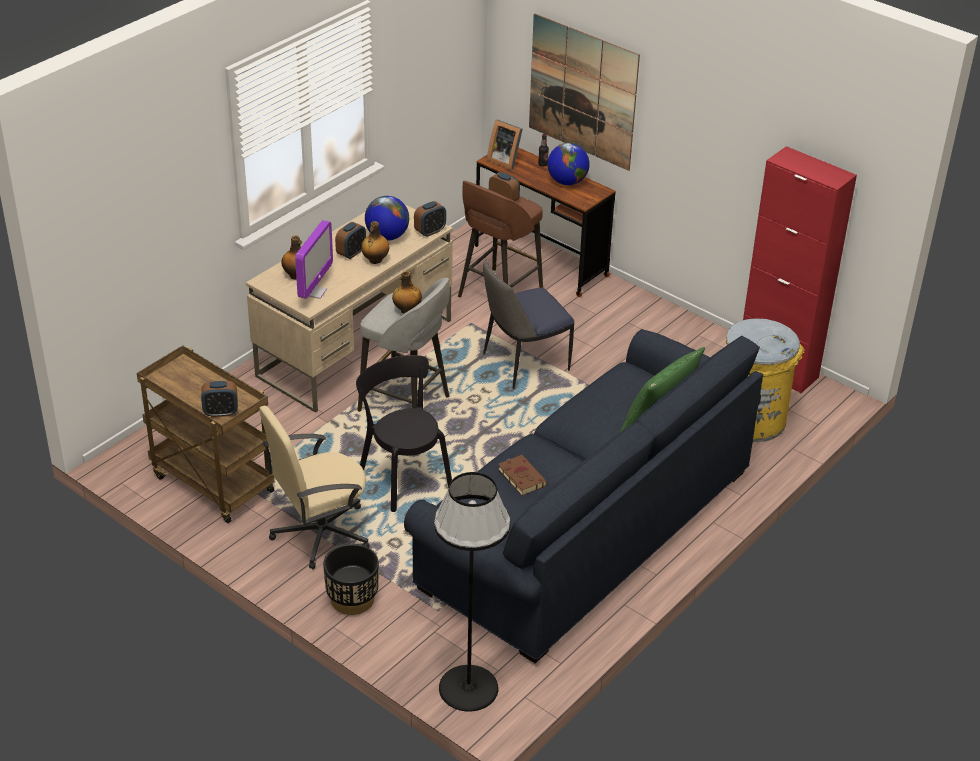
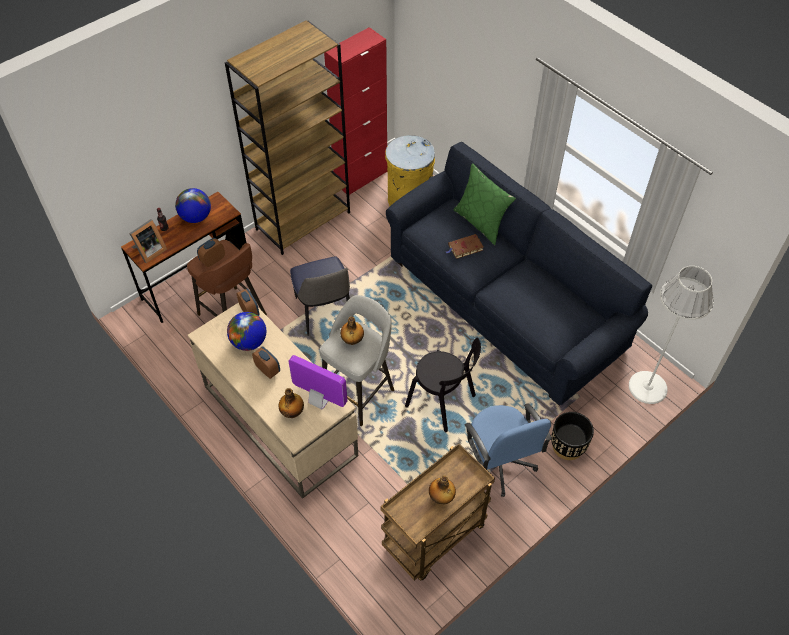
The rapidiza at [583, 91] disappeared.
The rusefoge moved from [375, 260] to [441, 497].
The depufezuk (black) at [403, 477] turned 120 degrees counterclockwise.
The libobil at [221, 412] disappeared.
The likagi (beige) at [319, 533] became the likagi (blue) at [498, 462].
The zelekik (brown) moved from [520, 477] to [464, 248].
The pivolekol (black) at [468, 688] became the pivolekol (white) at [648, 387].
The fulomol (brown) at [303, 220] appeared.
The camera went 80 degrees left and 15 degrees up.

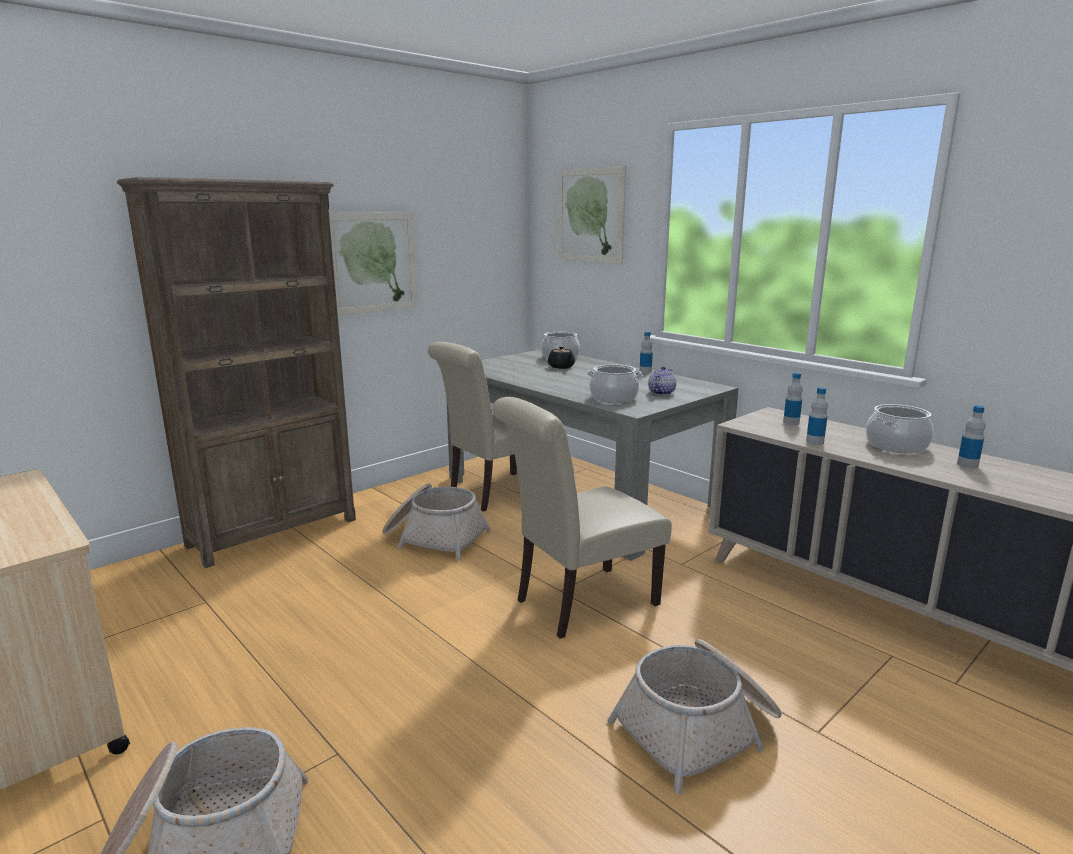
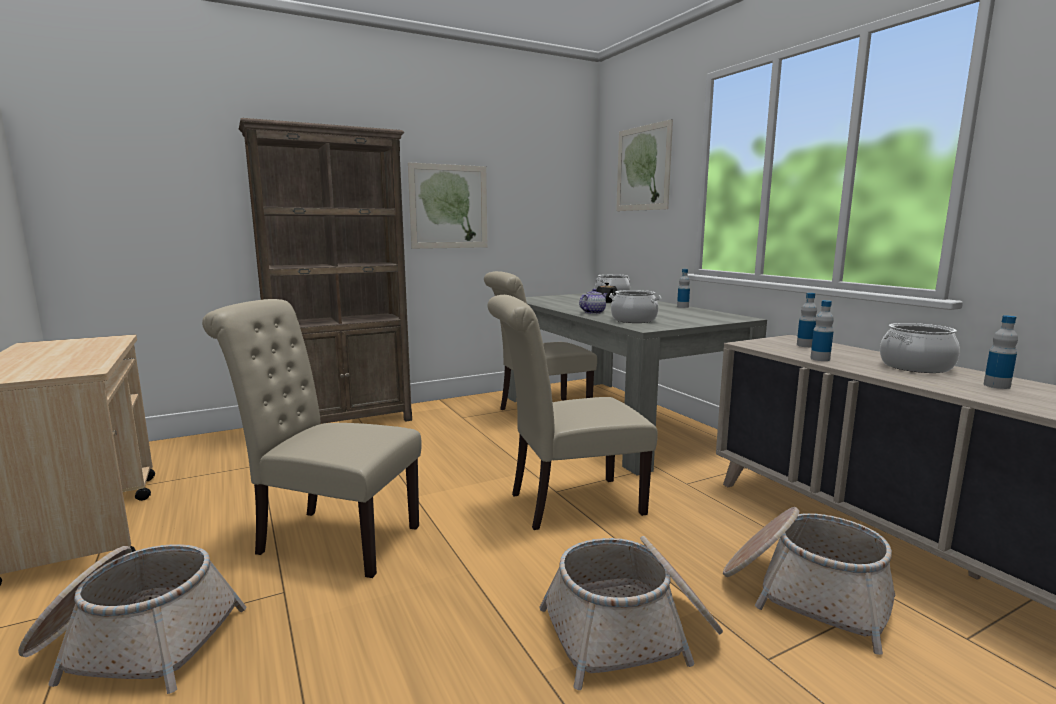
The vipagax moved from [661, 393] to [593, 312].
The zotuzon moved from [434, 538] to [804, 594].
The depufezuk (beige) at [330, 539] appeared.
The camera went 15 degrees right and 5 degrees down.

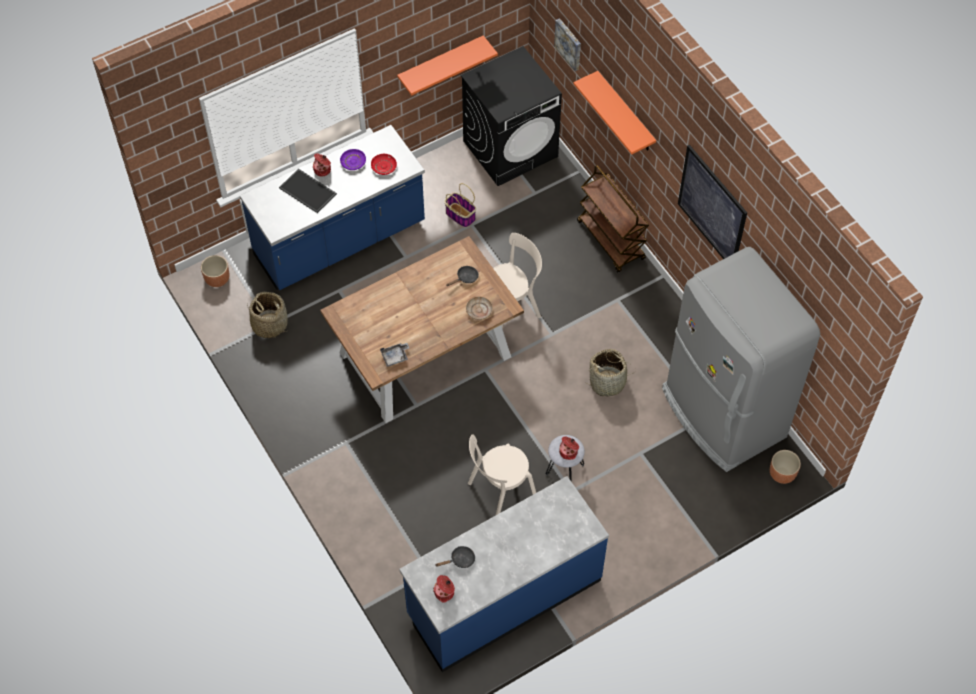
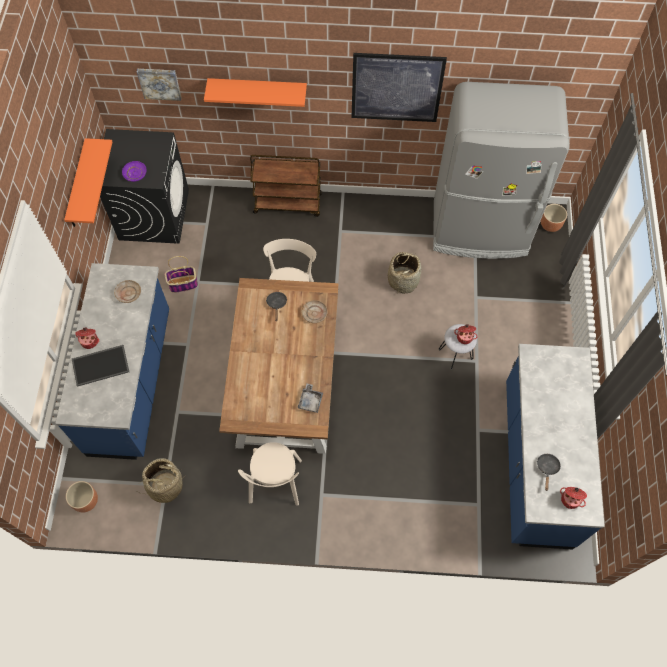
The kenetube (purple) moved from [353, 162] to [135, 173].
The kenetube (red) at [384, 166] became the kenetube (beige) at [128, 293].
The depufezuk (beige) moved from [499, 492] to [275, 484].
The camera went 55 degrees left and 5 degrees up.

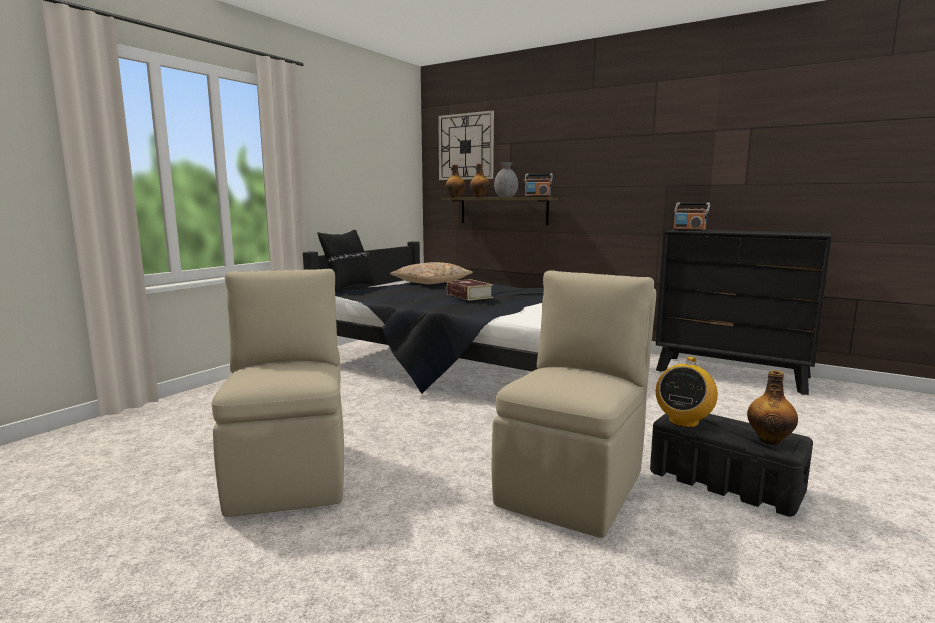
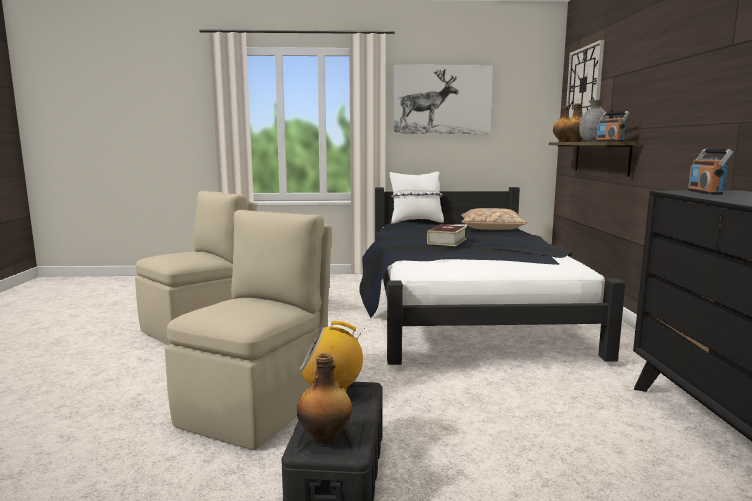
The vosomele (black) at [348, 287] became the vosomele (white) at [416, 222].
The depufezuk (beige) at [573, 486] turned 60 degrees counterclockwise.
The rapidiza at [442, 100] appeared.
The camera went 55 degrees right and 0 degrees up.

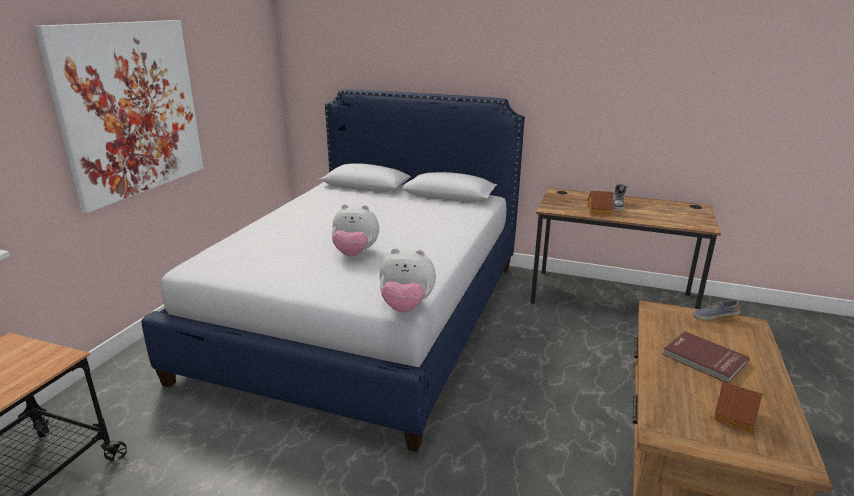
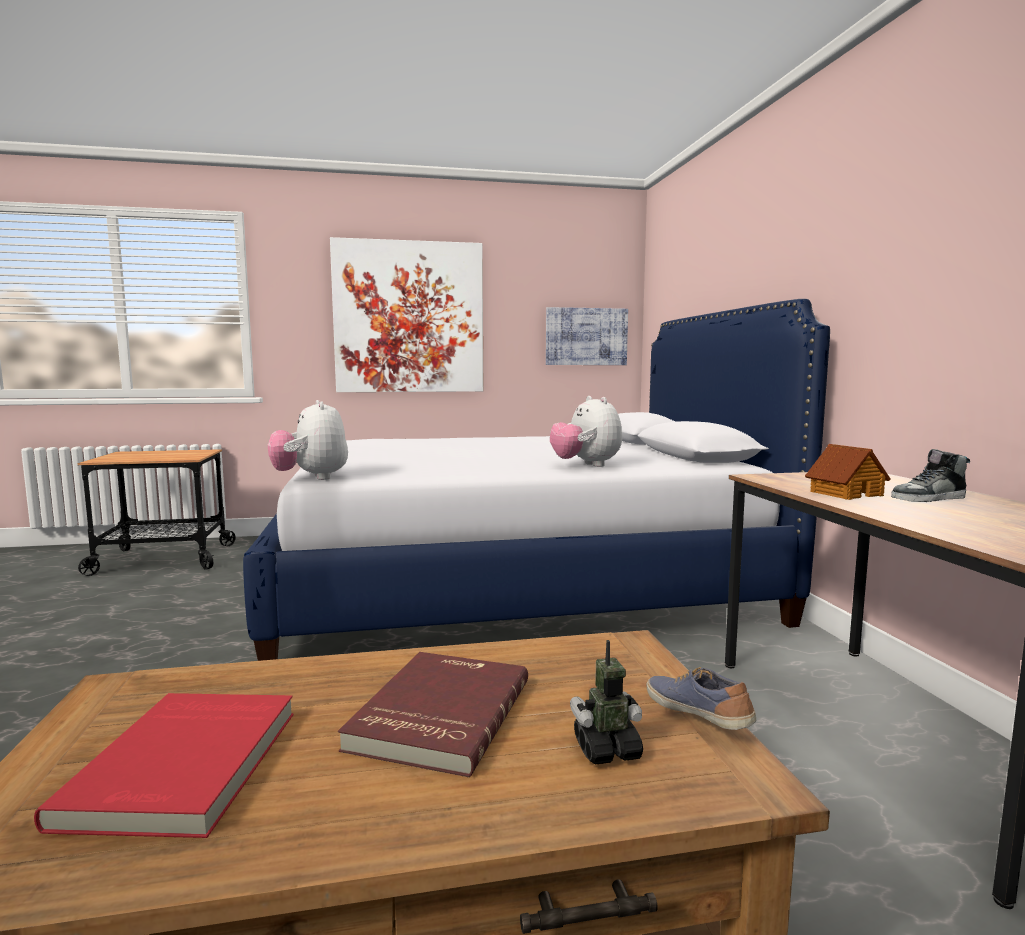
The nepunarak moved from [355, 254] to [586, 465].
The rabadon at [733, 415] was replaced by the zelekik (red) at [188, 765].
The rapidiza at [586, 336] appeared.
The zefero at [607, 749] appeared.
The camera went 60 degrees right and 15 degrees down.

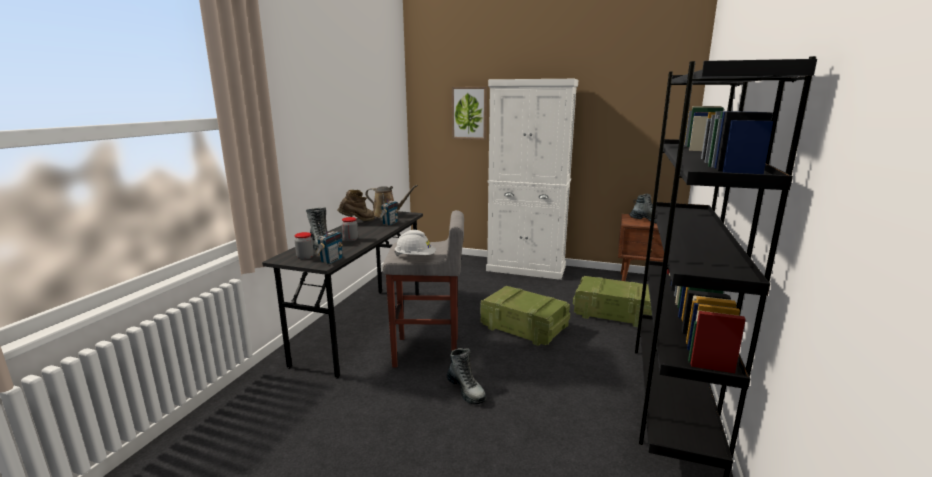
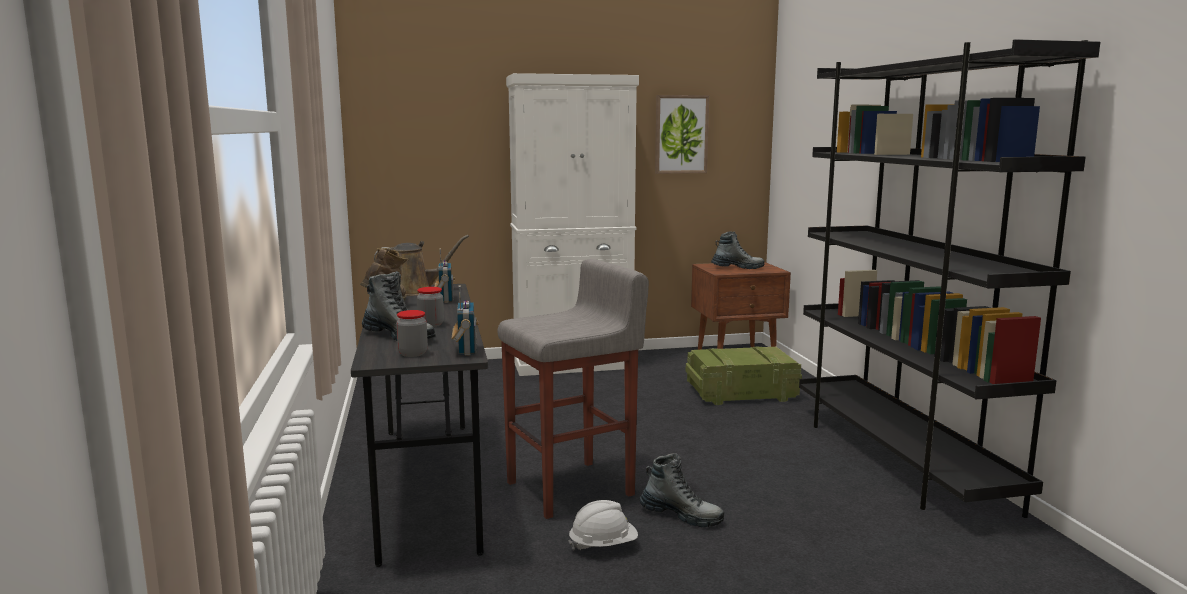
The rapidiza moved from [469, 113] to [681, 134].
The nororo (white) moved from [415, 257] to [603, 545].
The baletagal at [522, 328] disappeared.
The camera went 30 degrees left and 5 degrees down.

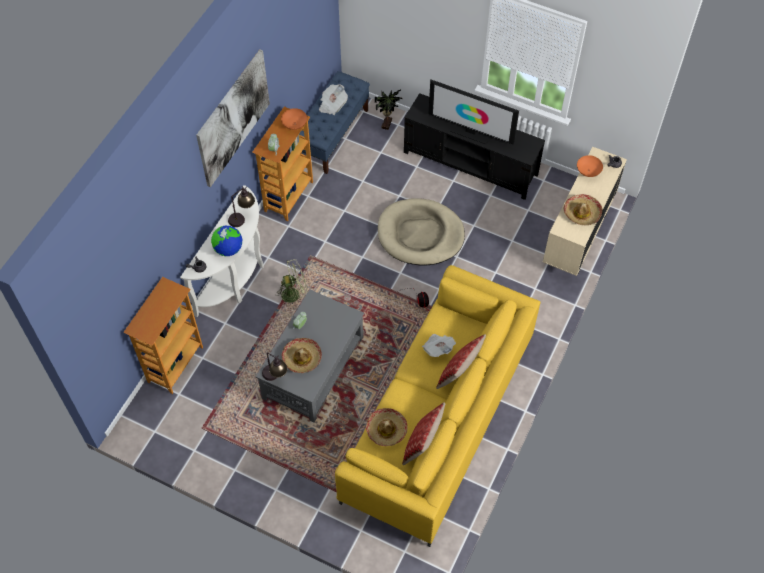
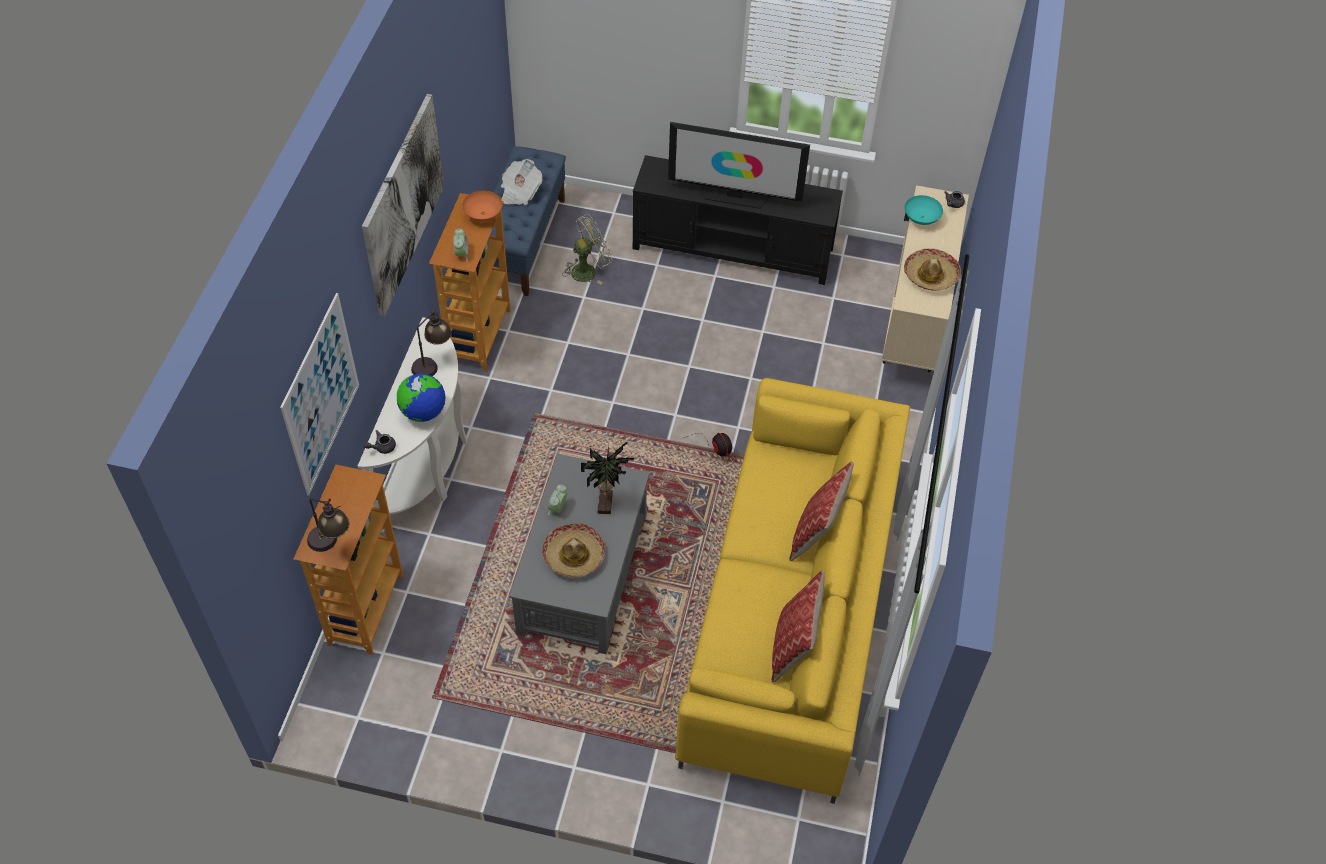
The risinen moved from [387, 124] to [607, 503].
The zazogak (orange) at [588, 171] became the zazogak (turquoise) at [921, 218].
The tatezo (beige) at [420, 234] disappeared.
The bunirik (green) moved from [294, 293] to [588, 270].
The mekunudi at [438, 348] disappeared.
The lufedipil moved from [275, 377] to [331, 544].
The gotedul at [386, 430] disappeared.
The rapidiza at [321, 395] appeared.
The camera went 15 degrees left and 5 degrees down.

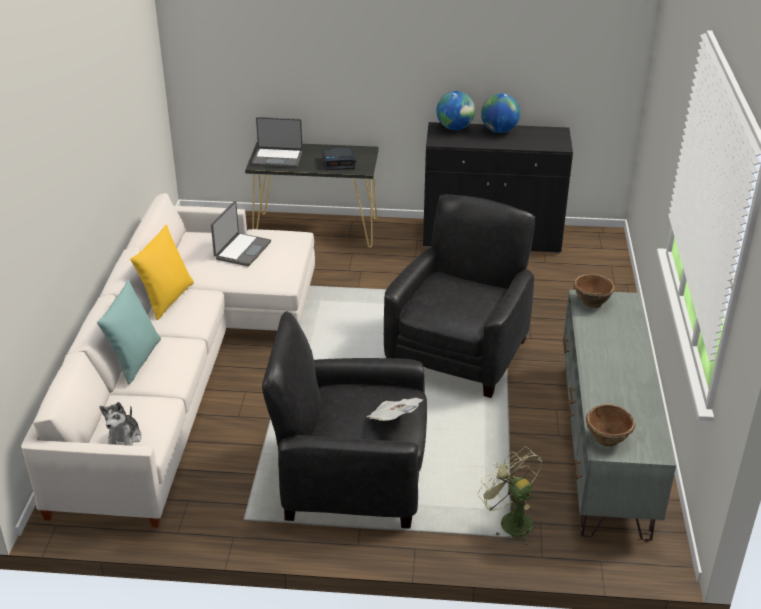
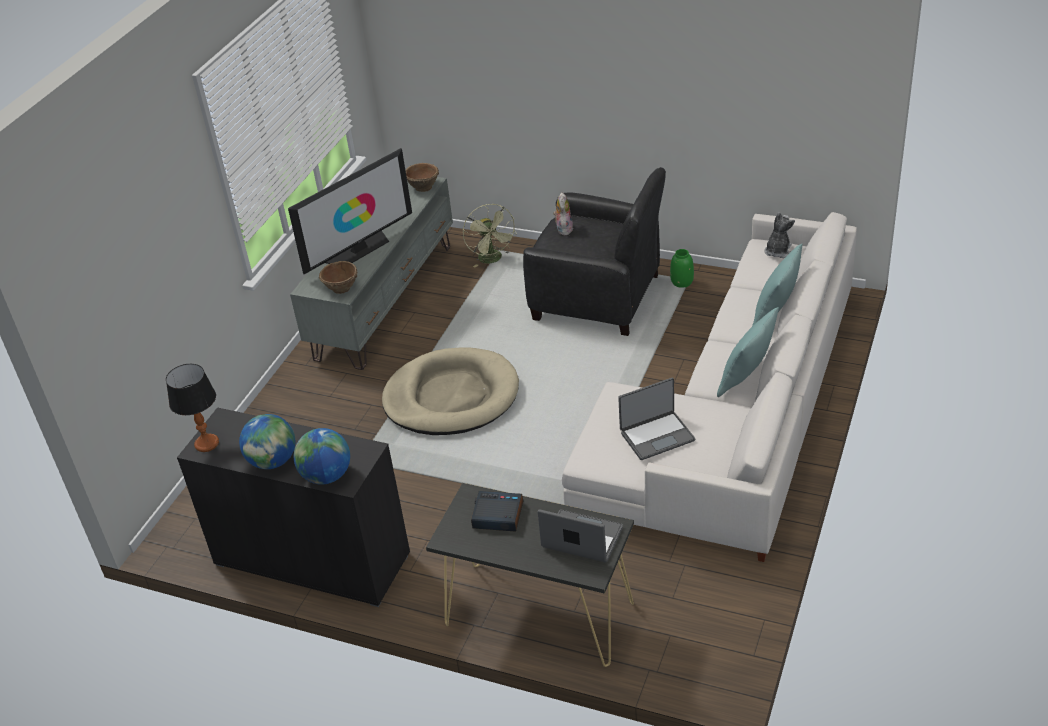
The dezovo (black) at [459, 353] was replaced by the tatezo (beige) at [451, 397].
The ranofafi at [242, 250] turned 150 degrees counterclockwise.
The vosomele (yellow) at [166, 299] became the vosomele (turquoise) at [747, 380].
The mekunudi at [394, 419] was replaced by the nepunarak at [563, 229].
The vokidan at [359, 250] appeared.
The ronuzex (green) at [682, 282] appeared.
The lufedipil at [207, 444] appeared.
The camera went 160 degrees left and 5 degrees up.

